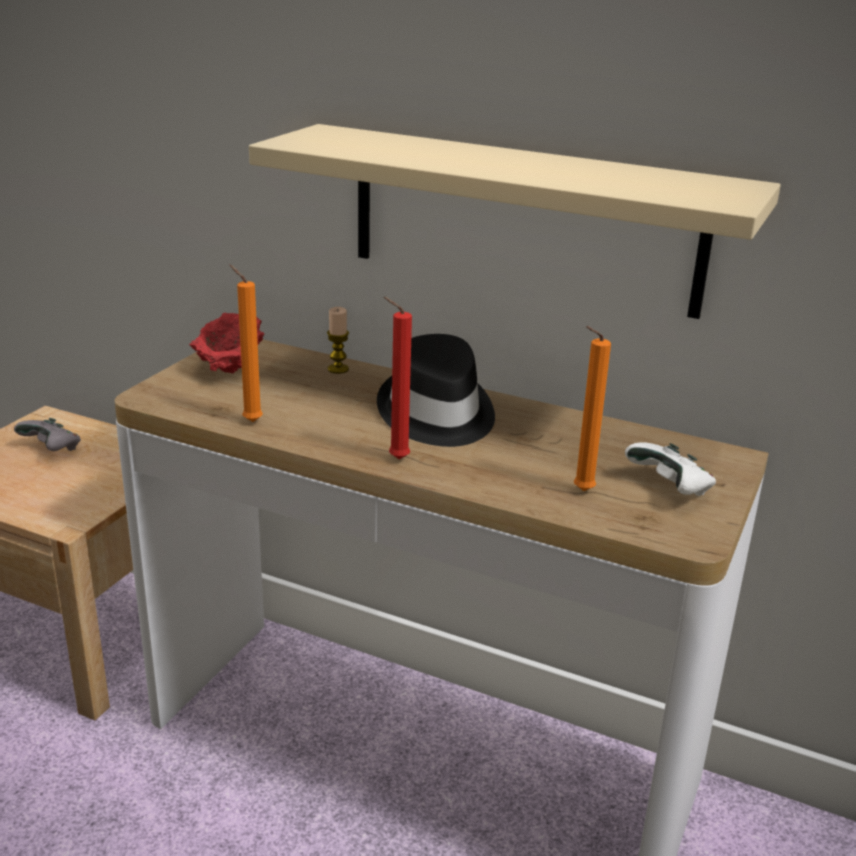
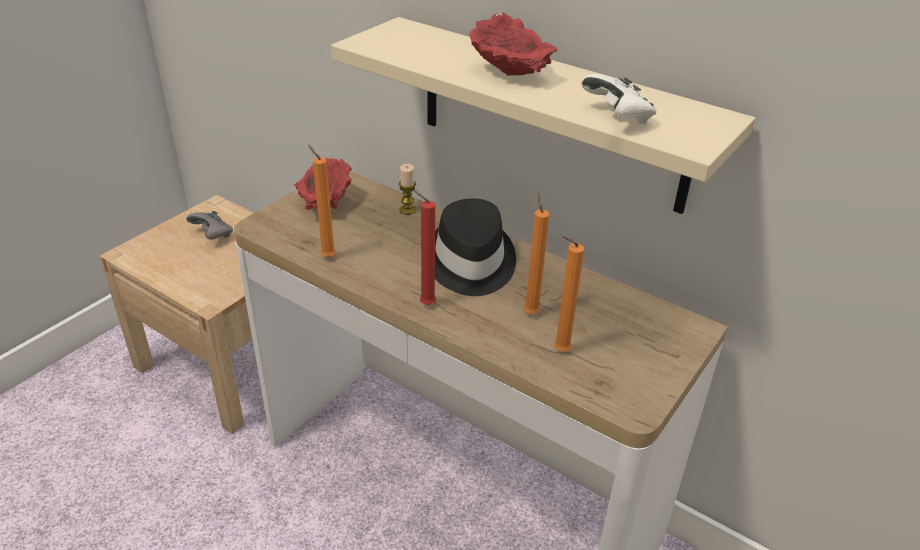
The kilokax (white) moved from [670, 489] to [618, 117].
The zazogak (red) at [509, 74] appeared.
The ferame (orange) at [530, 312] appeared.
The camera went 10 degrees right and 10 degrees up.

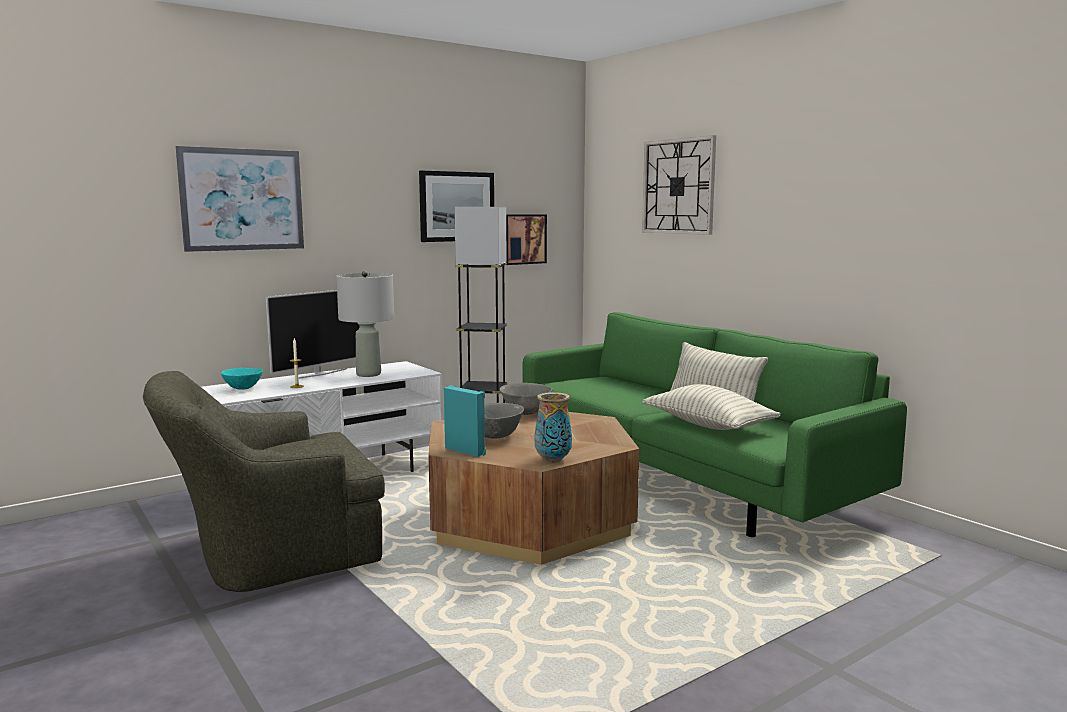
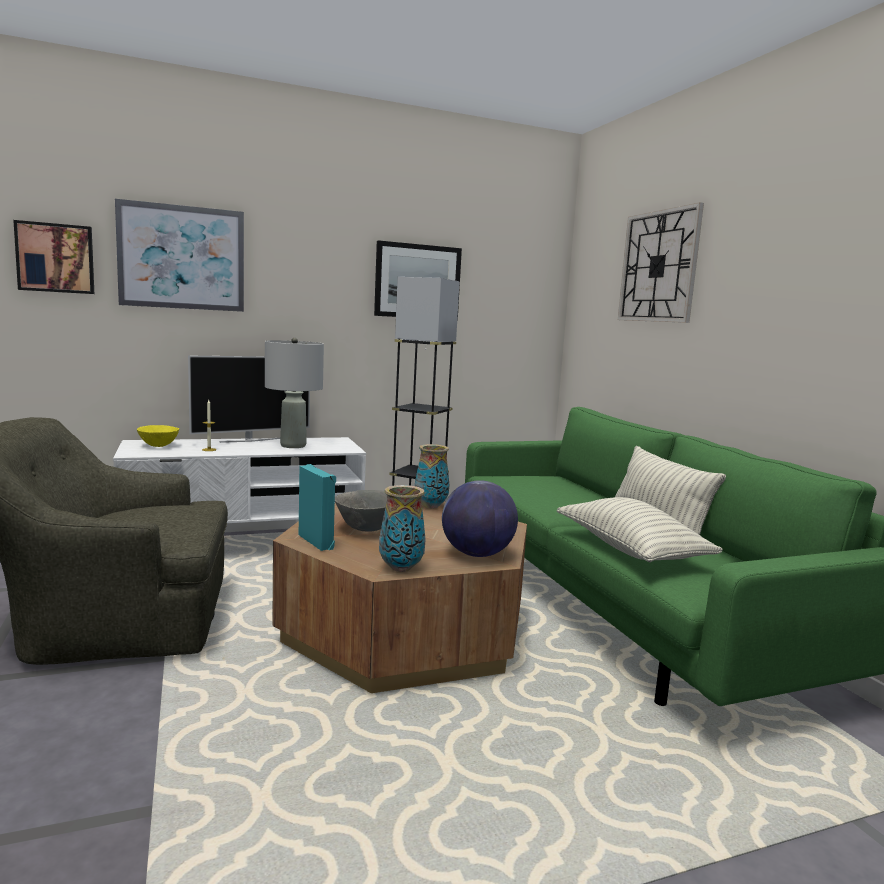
The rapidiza moved from [523, 239] to [56, 258].
The zazogak (turquoise) at [242, 388] became the zazogak (yellow) at [158, 446].
The zazogak (grey) at [526, 413] was replaced by the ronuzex at [431, 506].
The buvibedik at [477, 554] appeared.
The camera went 15 degrees right and 0 degrees up.

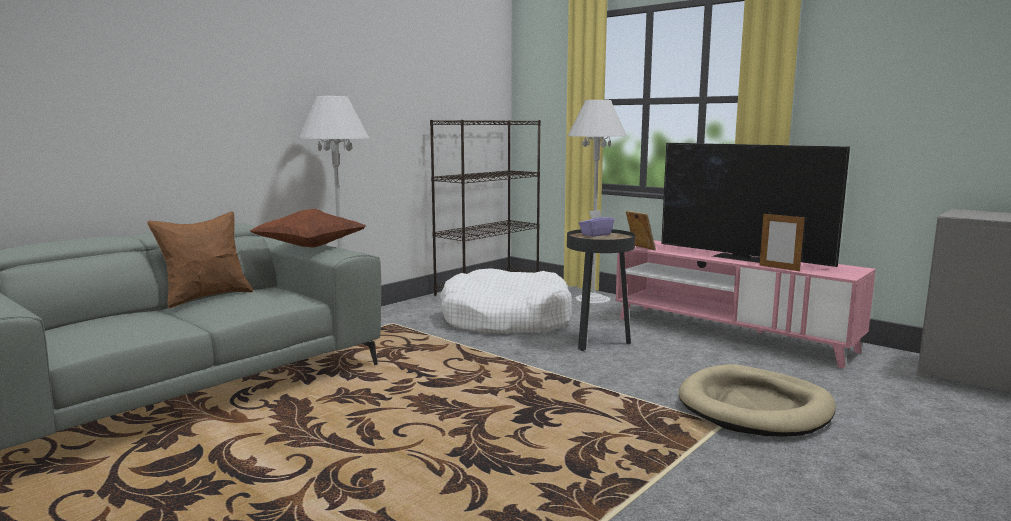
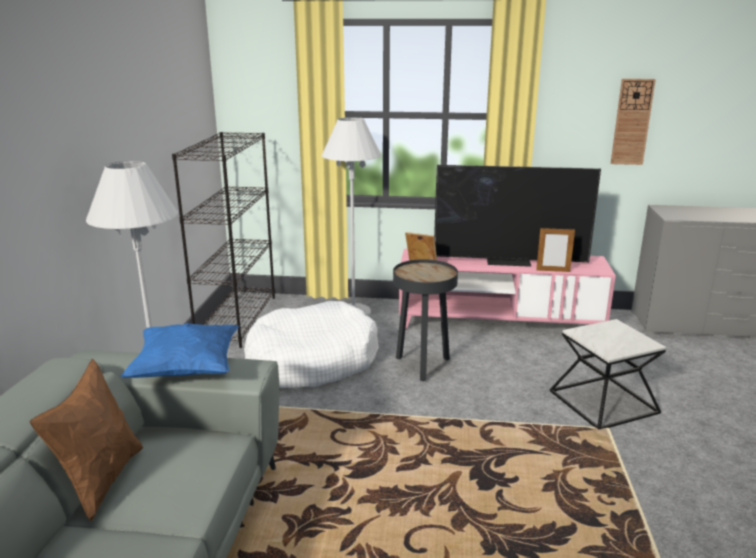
The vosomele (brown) at [310, 247] became the vosomele (blue) at [186, 370].
The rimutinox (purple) at [595, 234] disappeared.
The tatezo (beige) at [755, 407] was replaced by the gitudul at [603, 401].
The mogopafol at [632, 122] appeared.
The camera went 35 degrees left and 10 degrees up.

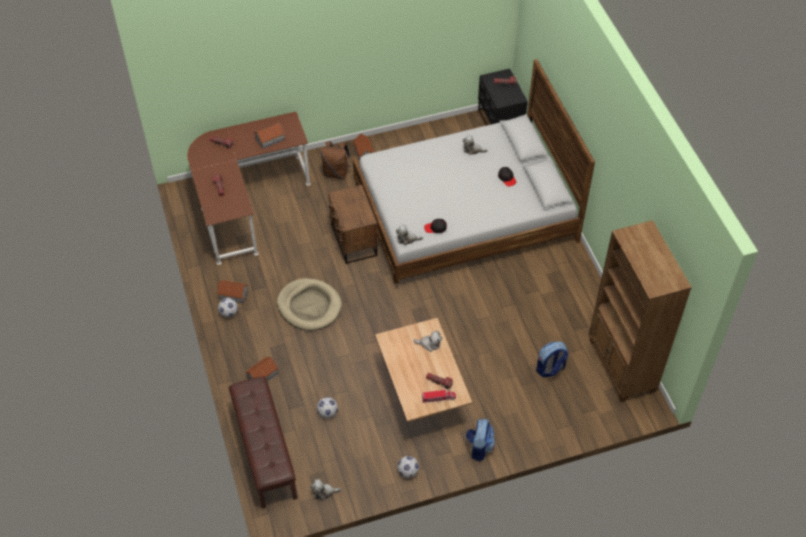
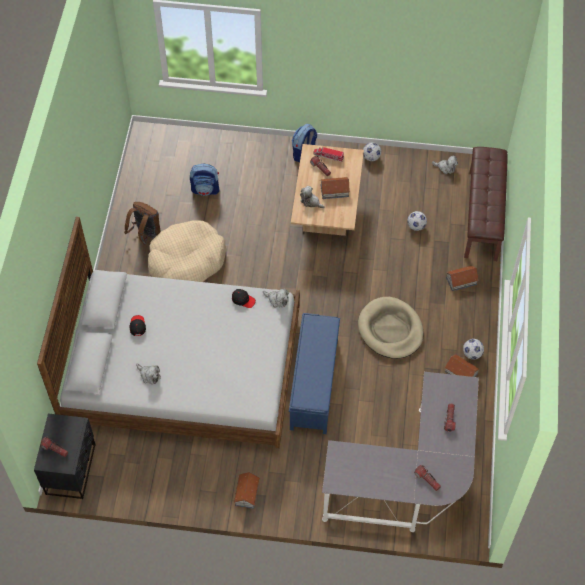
The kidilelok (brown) at [244, 202] became the kidilelok (grey) at [410, 481].
The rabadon moved from [269, 139] to [335, 191].
The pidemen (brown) moved from [336, 172] to [145, 234].
The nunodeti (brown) at [353, 241] was replaced by the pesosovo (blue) at [314, 383].
The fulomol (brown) at [621, 366] disappeared.
The tatezo (beige) at [186, 261] appeared.
The camera went 155 degrees left and 5 degrees up.

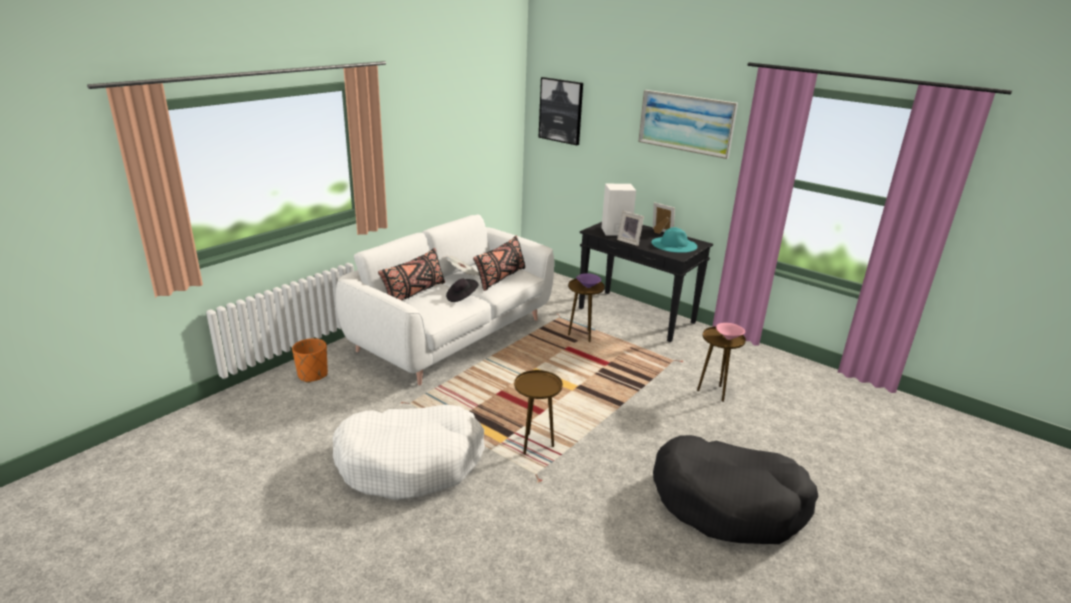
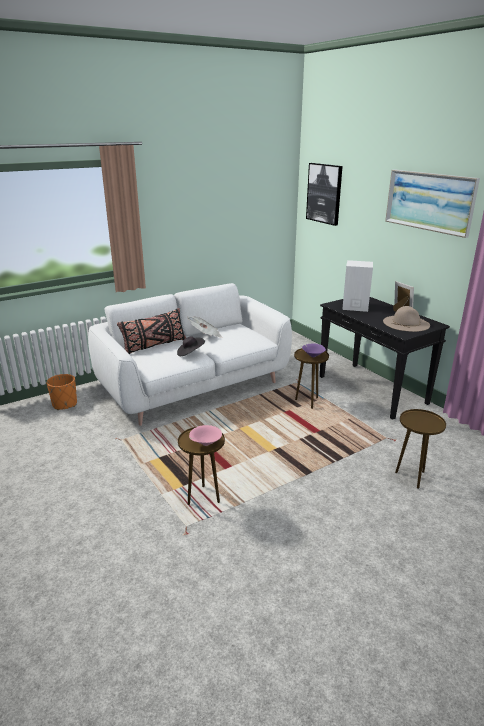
The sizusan at [630, 241] disappeared.
The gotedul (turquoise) at [674, 244] became the gotedul (beige) at [406, 323].
The vosomele (black) at [500, 278] disappeared.
The zazogak (pink) moved from [728, 338] to [205, 444].
The tatezo (white) at [411, 462] disappeared.
The tatezo (black) at [729, 502] disappeared.
The camera went 20 degrees right and 0 degrees up.

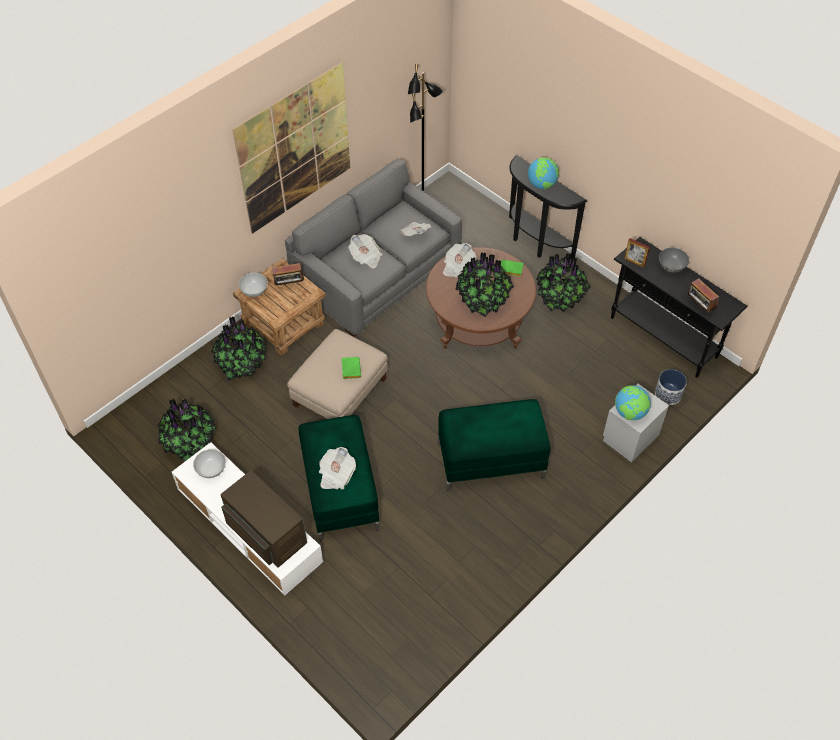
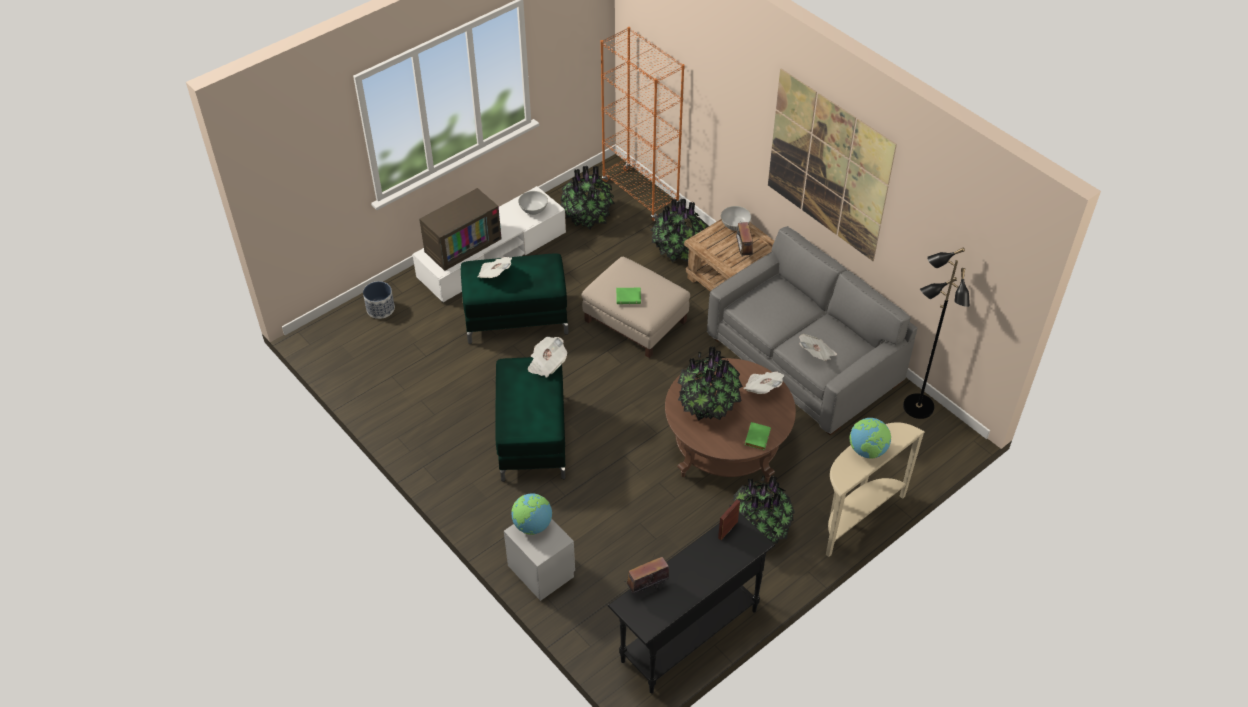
The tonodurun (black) at [535, 242] became the tonodurun (beige) at [856, 517].
The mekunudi moved from [366, 257] to [547, 364].
The zazogak (grey) at [671, 267] disappeared.
The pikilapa moved from [667, 394] to [380, 308].
The fulomol (orange) at [640, 194] appeared.
The camera went 95 degrees right and 5 degrees down.

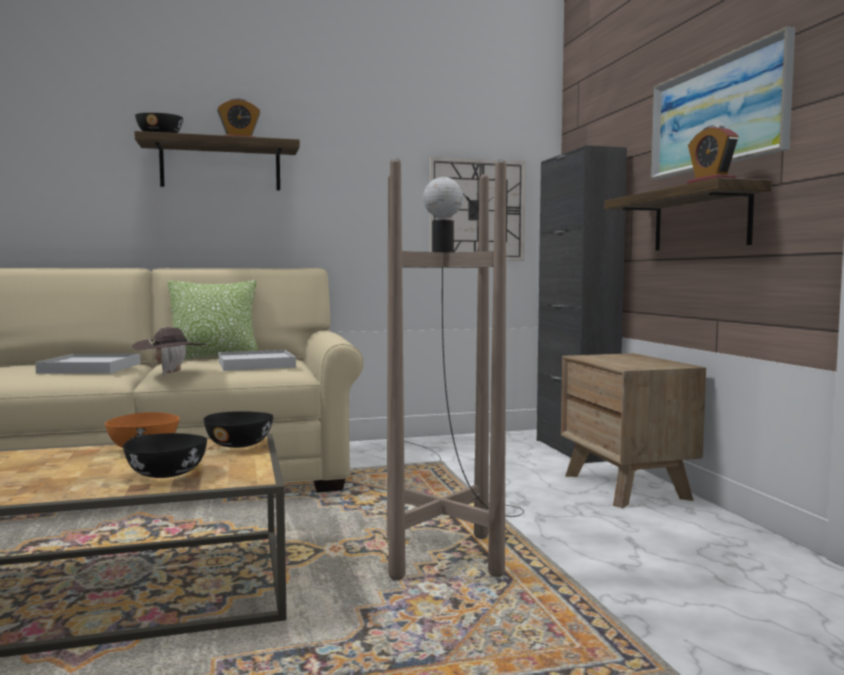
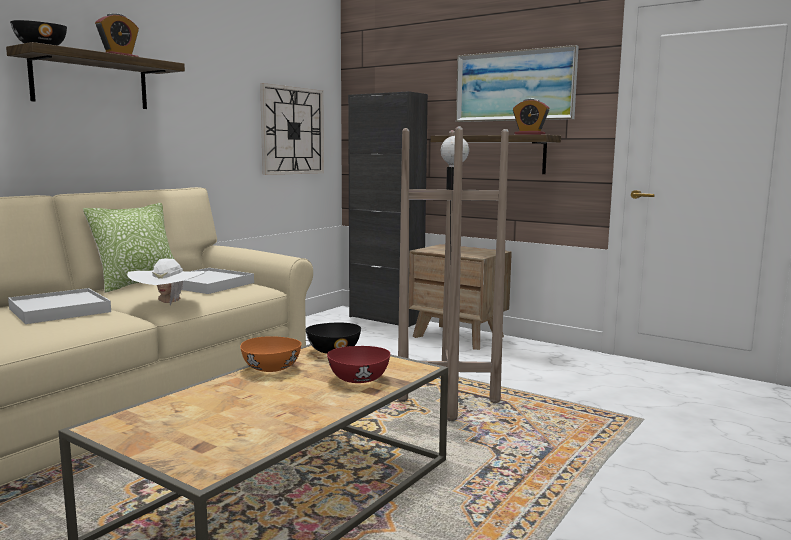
The gotedul (brown) at [170, 373] became the gotedul (white) at [168, 303].
The zazogak (black) at [166, 474] became the zazogak (red) at [358, 379].
The camera went 40 degrees left and 5 degrees up.

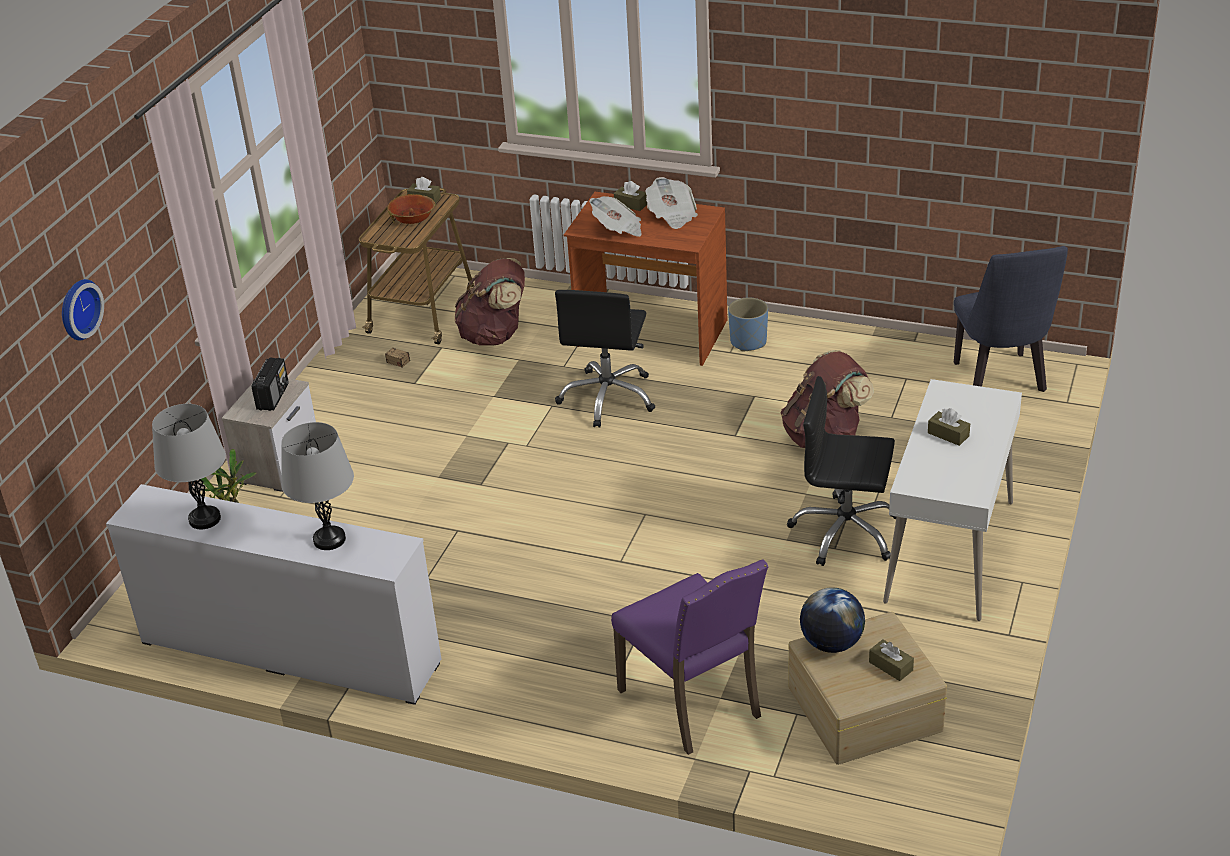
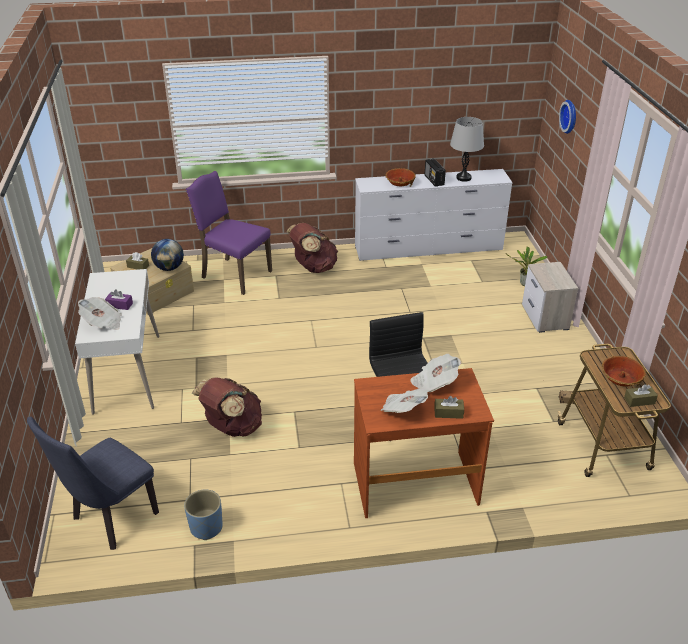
The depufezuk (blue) at [1001, 381] turned 105 degrees counterclockwise.
The pidemen (brown) moved from [495, 336] to [313, 267].
The pikilapa (blue) moved from [748, 342] to [206, 527].
The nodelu moved from [273, 396] to [434, 180].
The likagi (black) at [845, 532] disappeared.
The rimutinox (brown) at [948, 434] became the rimutinox (purple) at [119, 305].
The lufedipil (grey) at [329, 540] was replaced by the zazogak at [400, 183].
The mekunudi at [103, 323] appeared.
The camera went 150 degrees right and 0 degrees up.

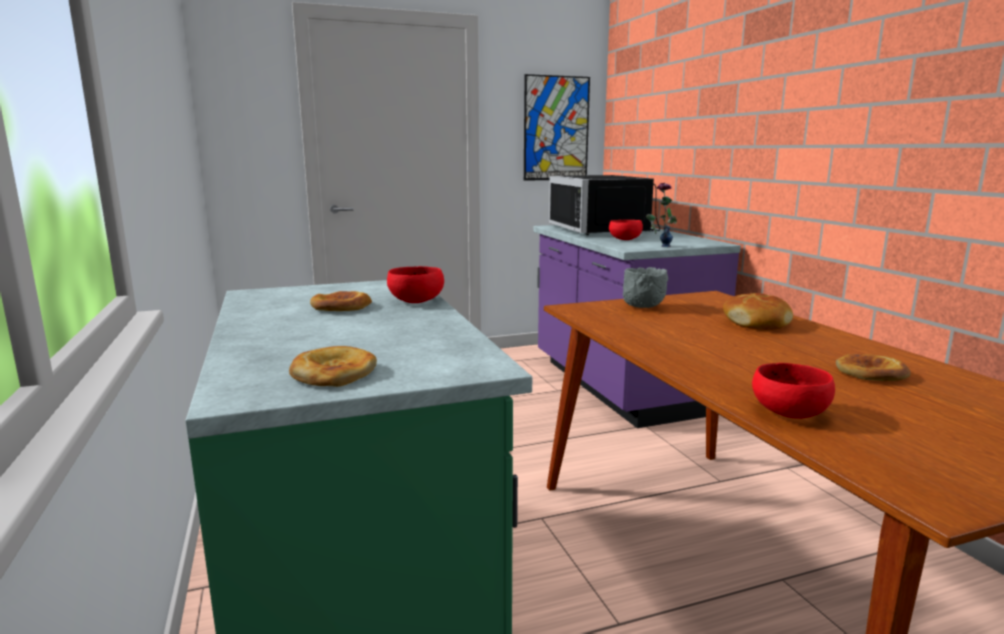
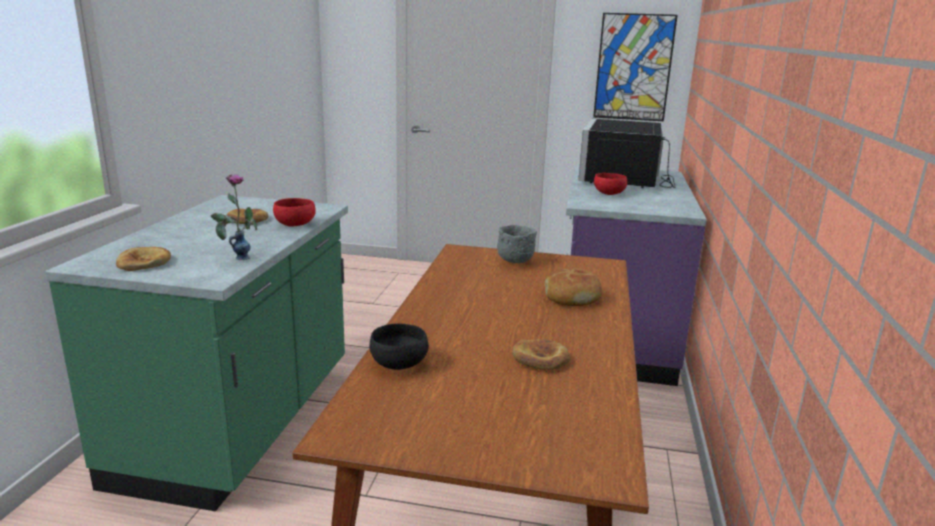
The ronuzex moved from [658, 246] to [237, 256].
The zazogak (red) at [787, 413] became the zazogak (black) at [398, 363].
The camera went 30 degrees right and 5 degrees up.

